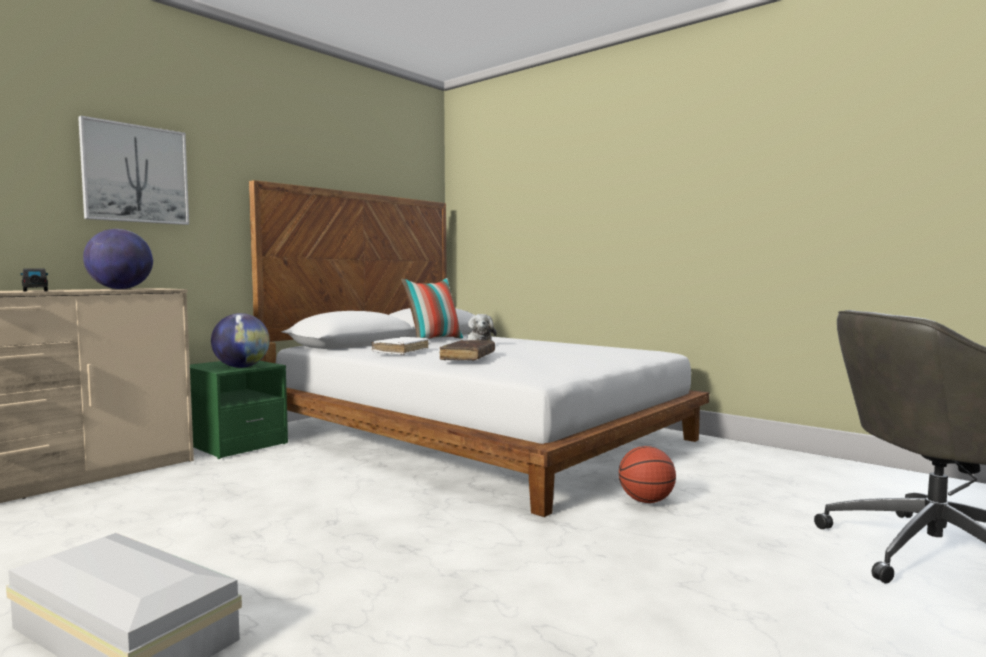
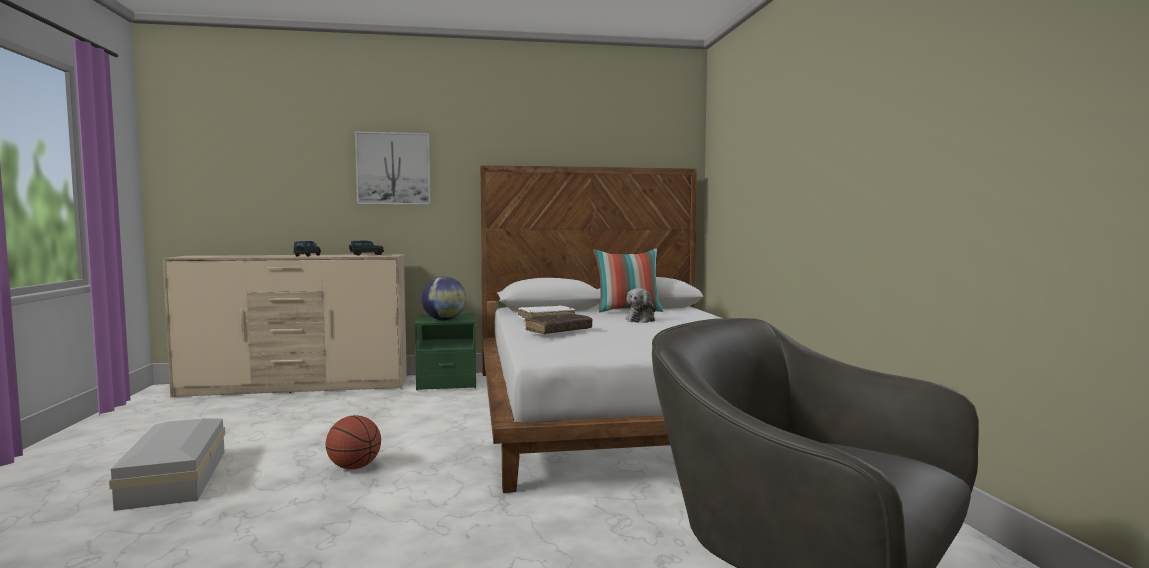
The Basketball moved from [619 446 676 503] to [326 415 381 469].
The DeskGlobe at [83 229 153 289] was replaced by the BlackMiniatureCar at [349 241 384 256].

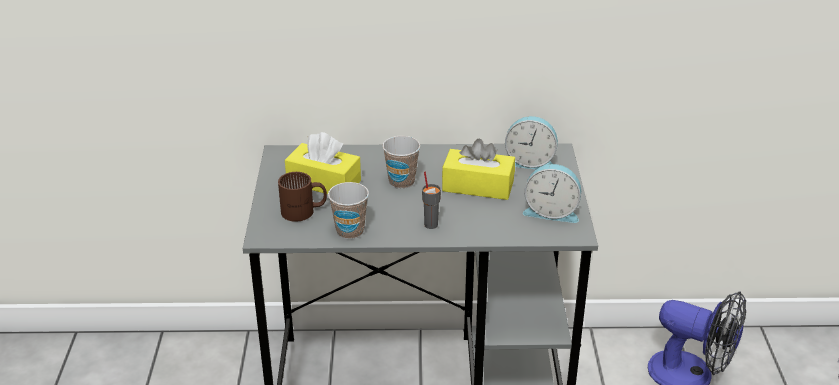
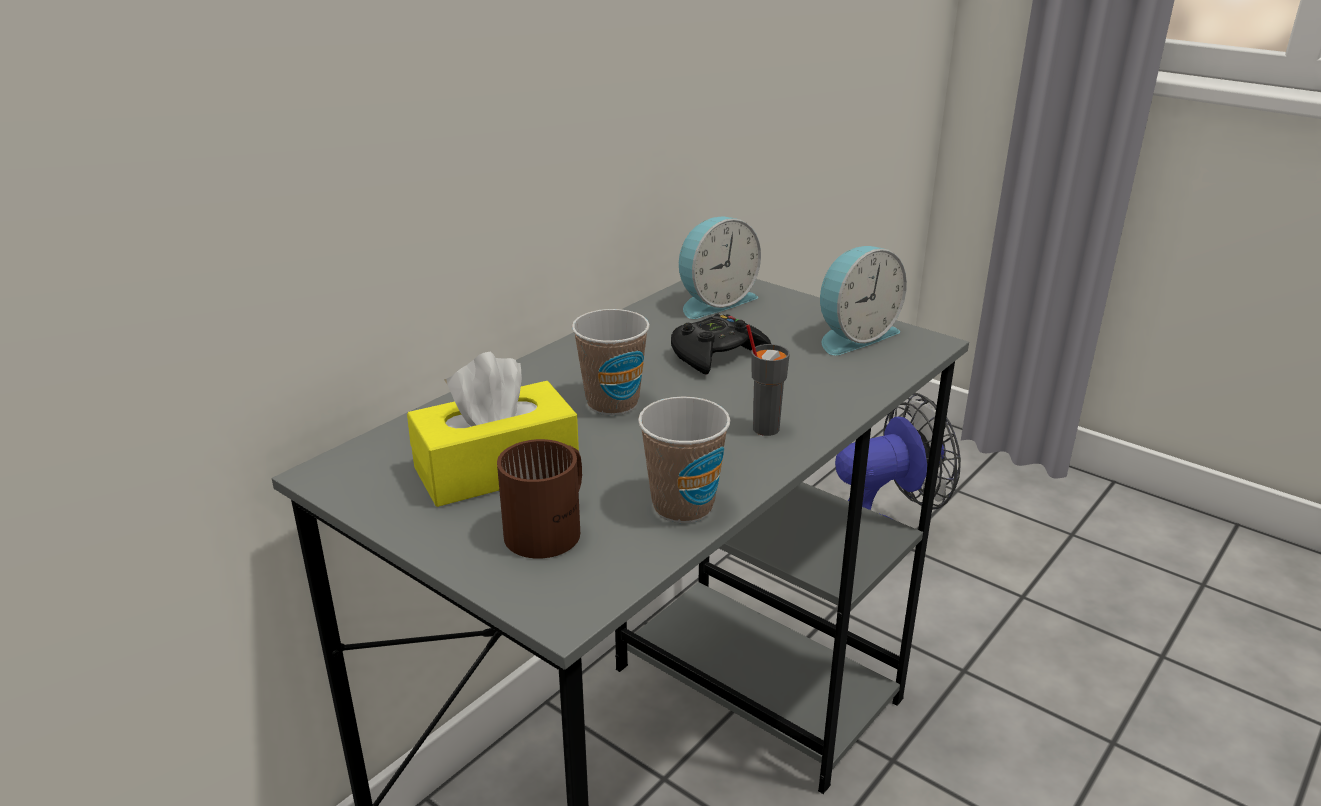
The YellowTissueBox at [442 138 515 200] was replaced by the BlackGamepad at [671 313 771 374].

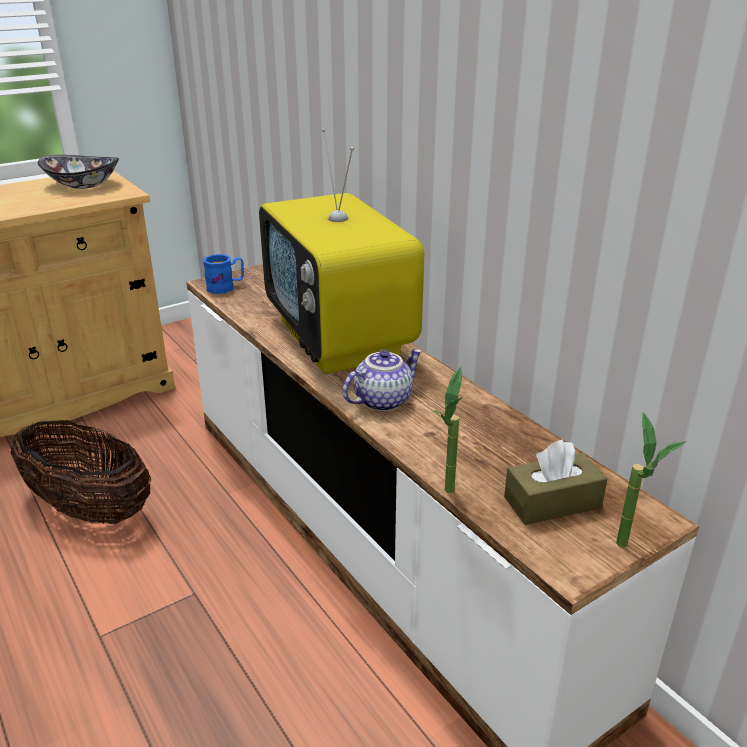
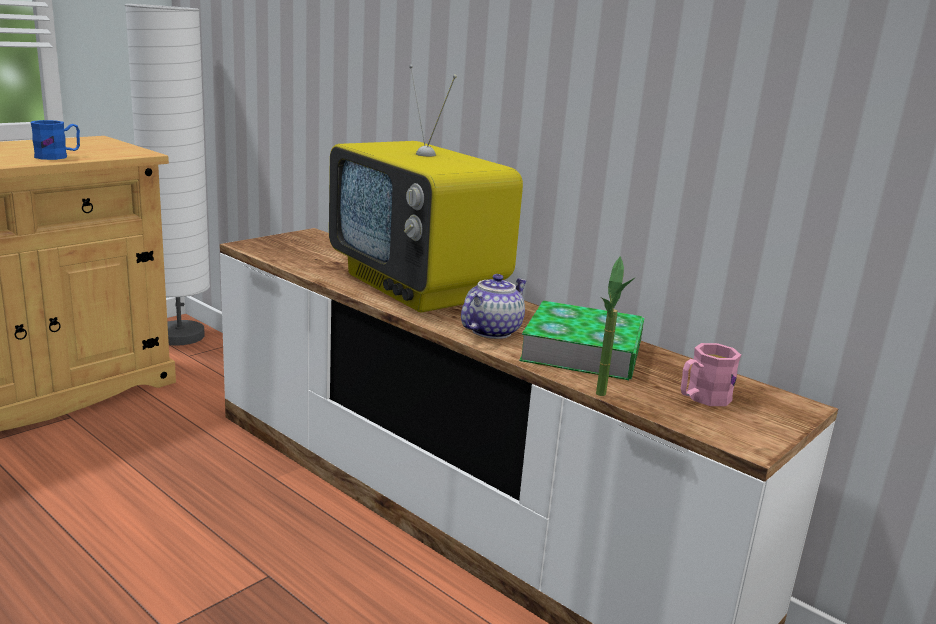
The BlueTeaMug moved from [203 254 244 294] to [31 120 80 160].
The WhiteColouredStandardLamp at [125 4 210 346] appeared.
The Book at [519 301 644 380] appeared.
The BrownColouredTissueBox at [504 439 608 525] was replaced by the PinkTeaMug at [681 343 741 406].
The Basket at [10 420 151 524] disappeared.
The DeepDish at [38 155 119 189] disappeared.
The Houseplant at [616 412 686 548] disappeared.

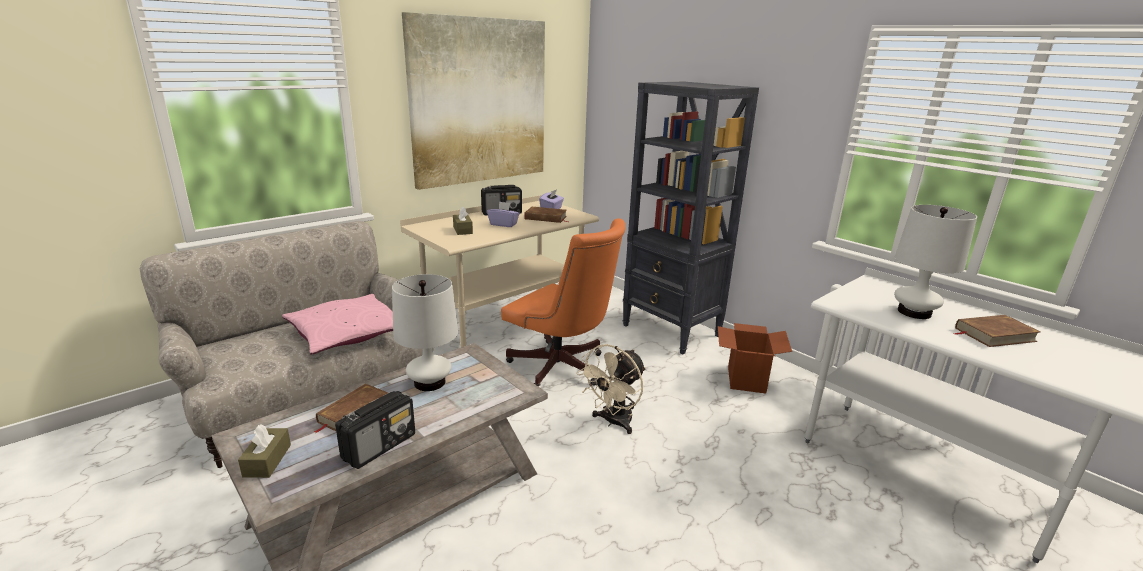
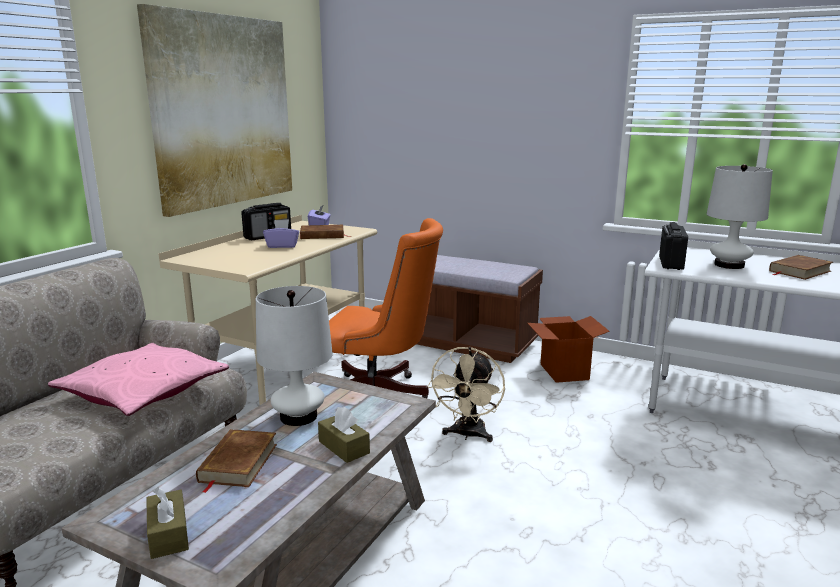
The BrownColouredTissueBox moved from [453 207 473 235] to [318 407 370 463].
The BlackShelvingUnit at [623 82 759 354] was replaced by the BrownColouredBench at [417 255 543 363].
The RadioReceiver moved from [335 391 415 469] to [659 222 688 270].

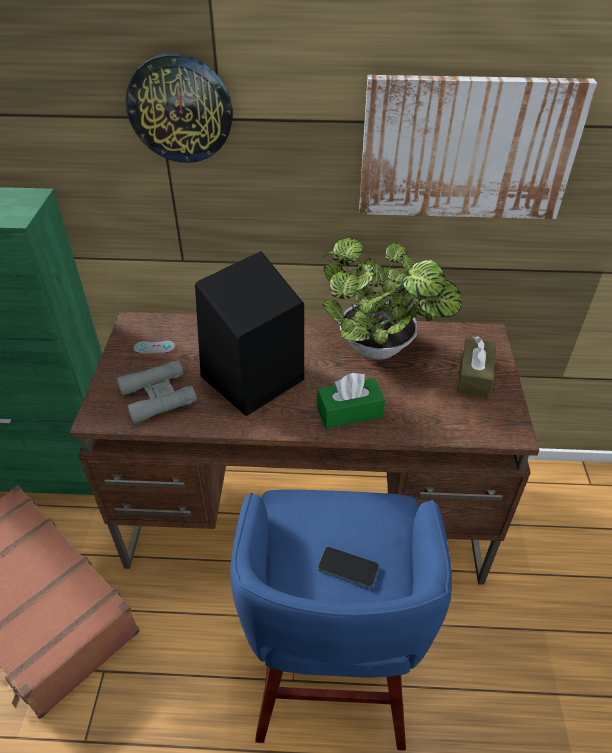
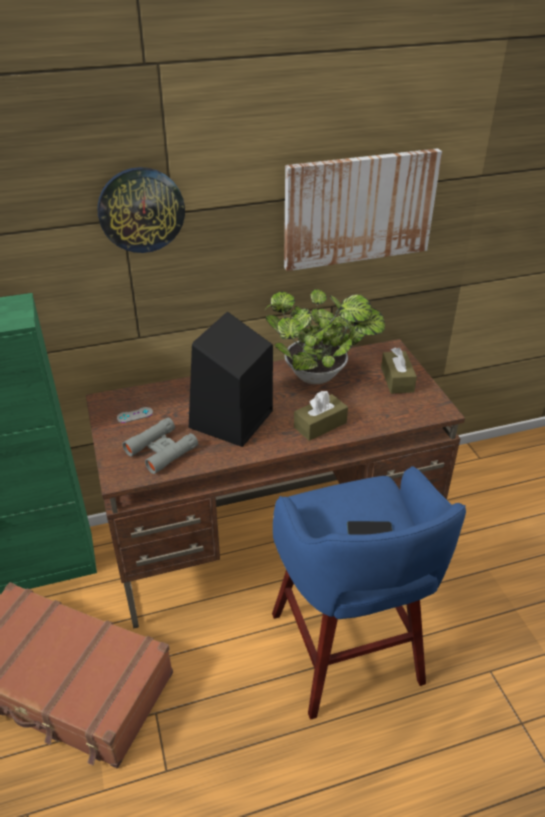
The GreenishTissueBox at [317 373 385 429] became the BrownColouredTissueBox at [294 391 348 441].

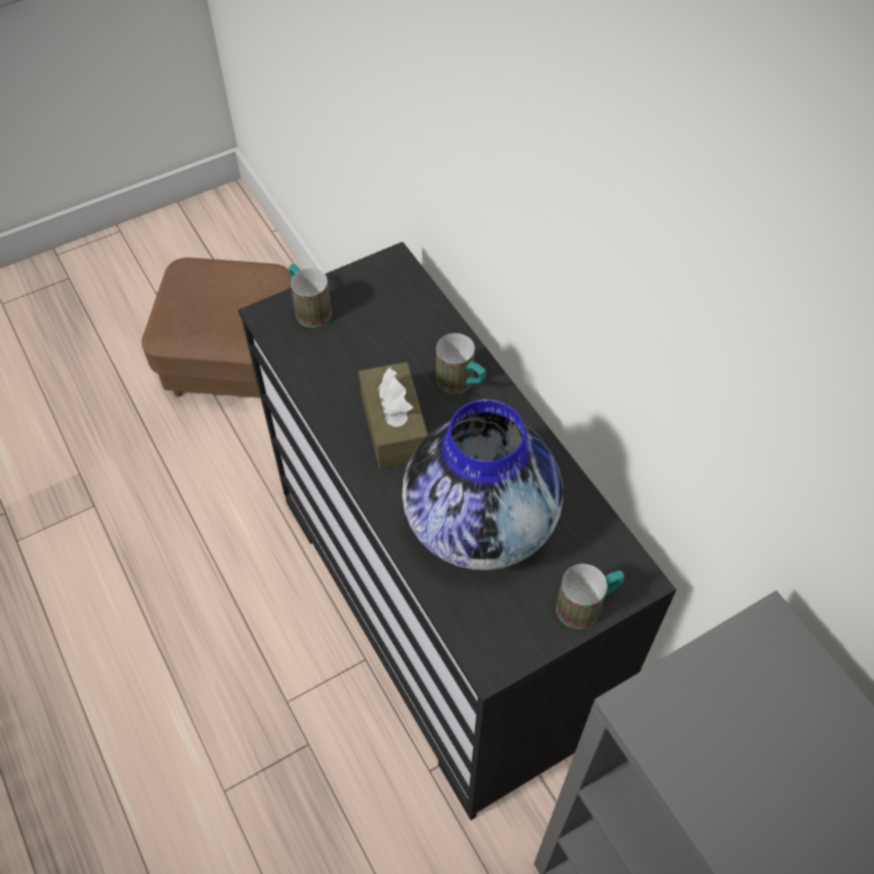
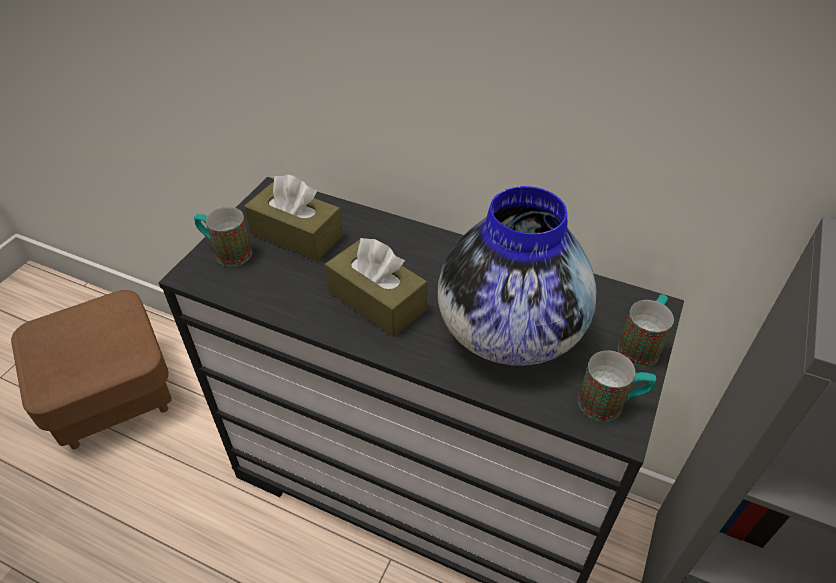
The BrownColouredTissueBox at [244 174 343 261] appeared.
The TeaMug moved from [436 333 486 394] to [578 350 656 422].

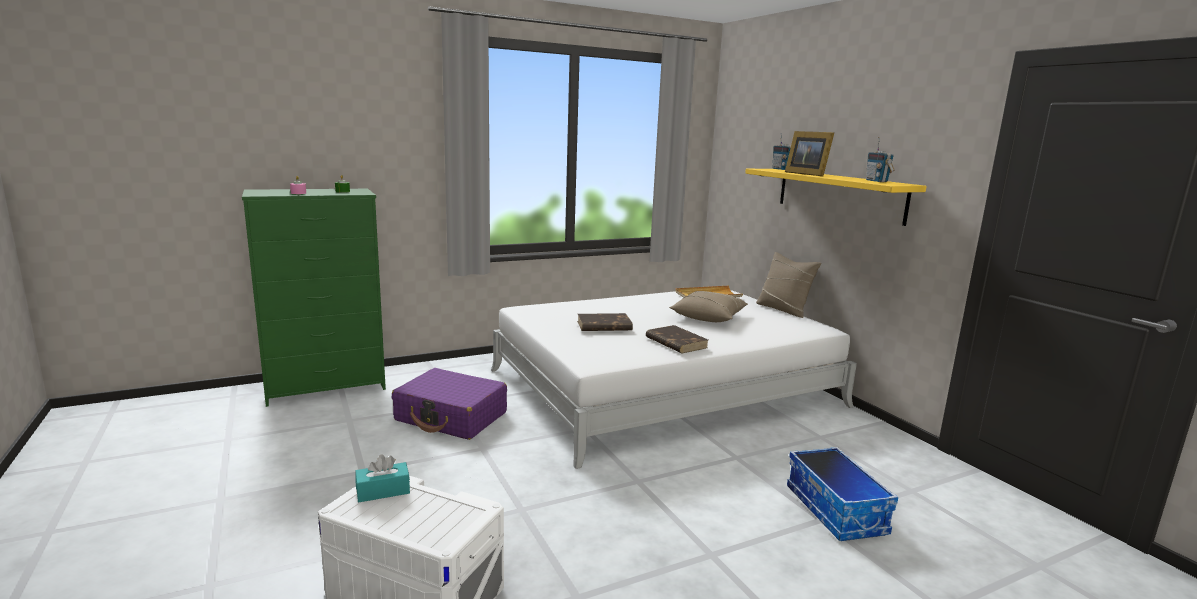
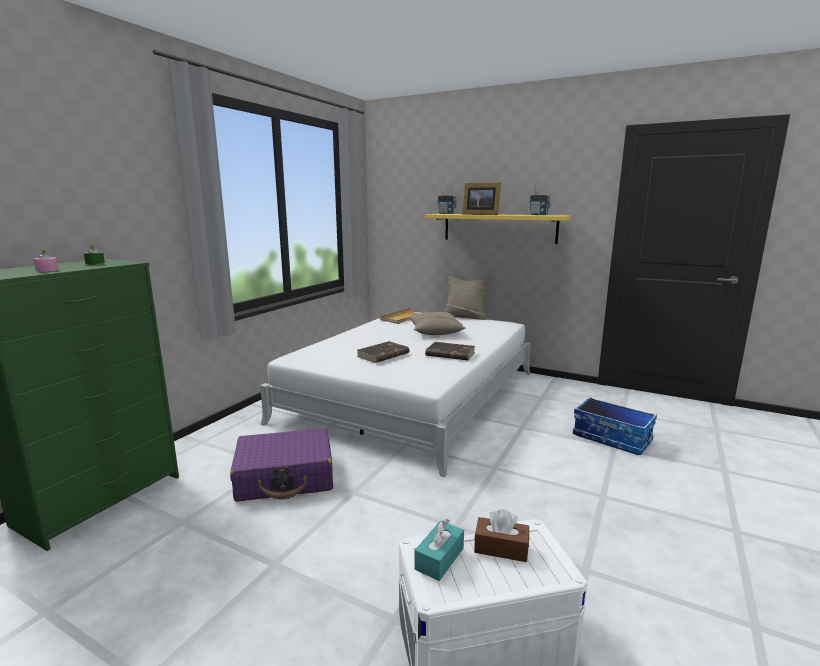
The BrownColouredTissueBox at [474 509 529 562] appeared.

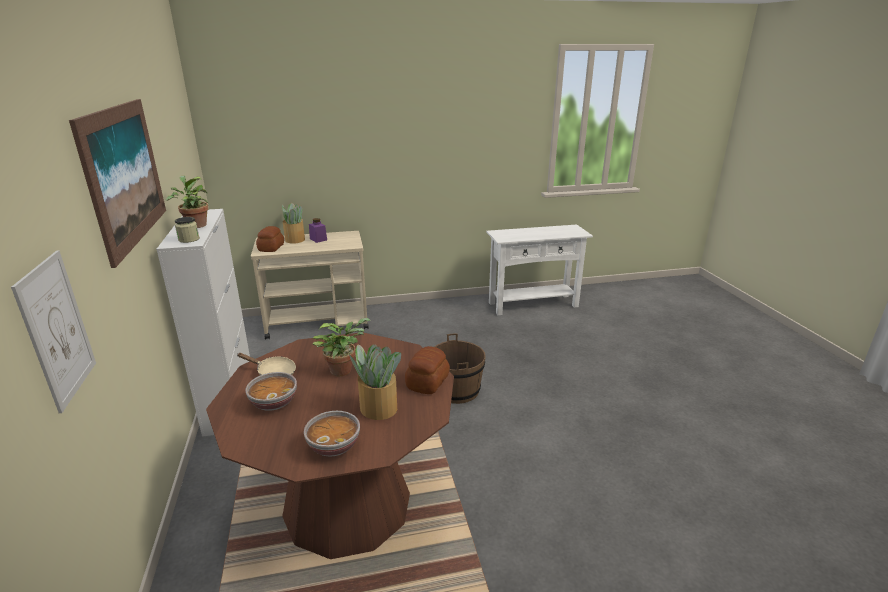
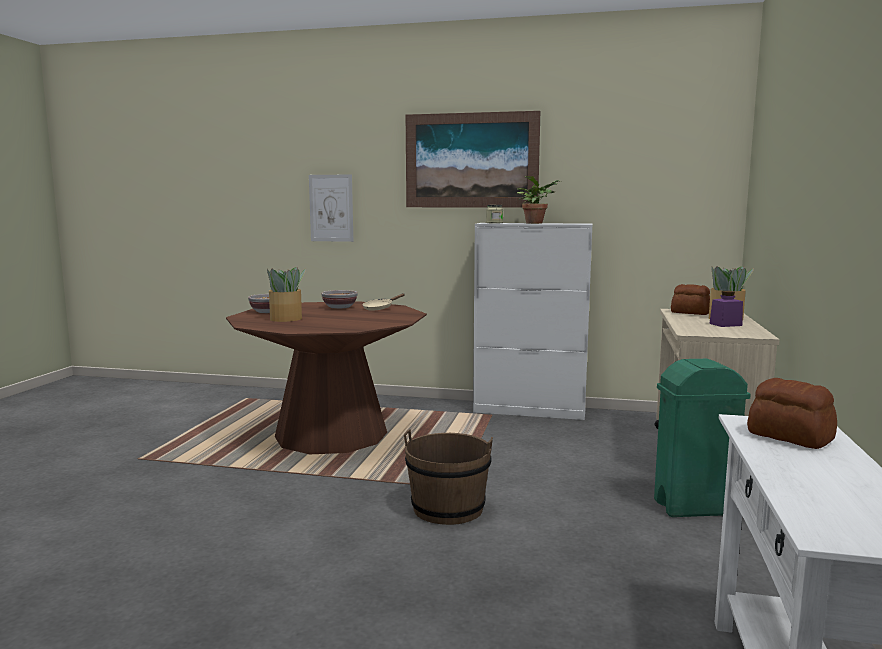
The GreenishTrashCan at [654 359 751 517] appeared.
The Bread moved from [405 346 450 394] to [747 378 837 449].
The Houseplant at [312 318 371 376] disappeared.

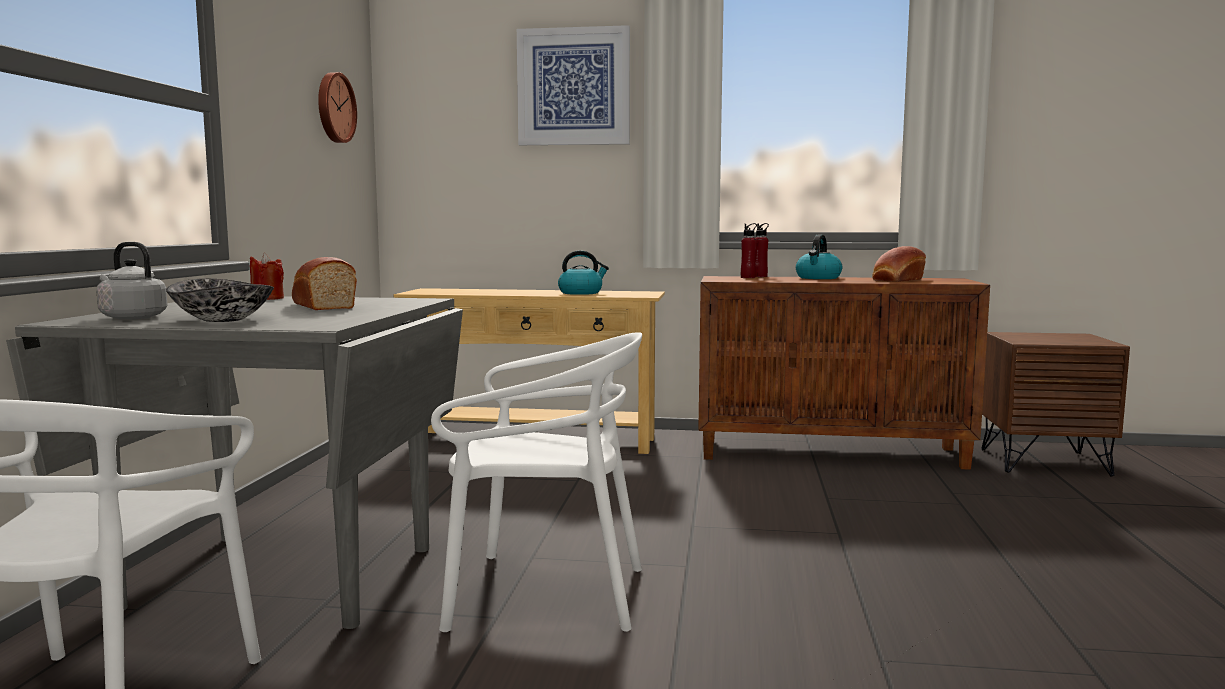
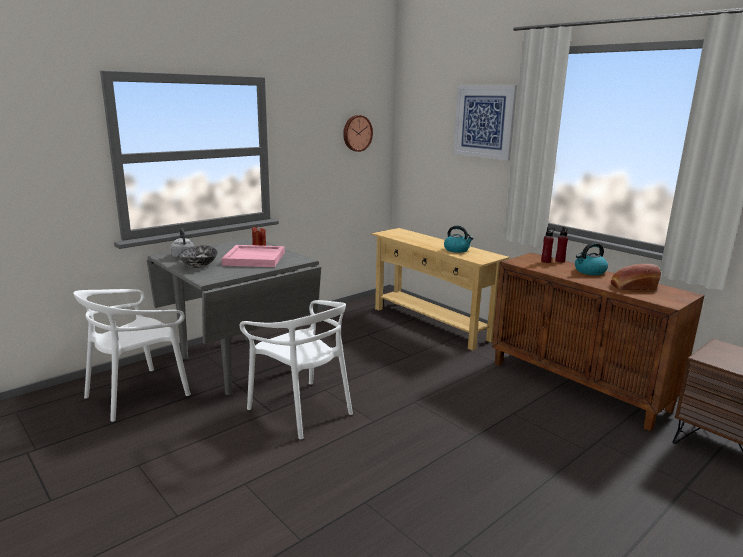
The Bread at [292 257 357 310] was replaced by the PinkCarryingTray at [222 245 285 267].

